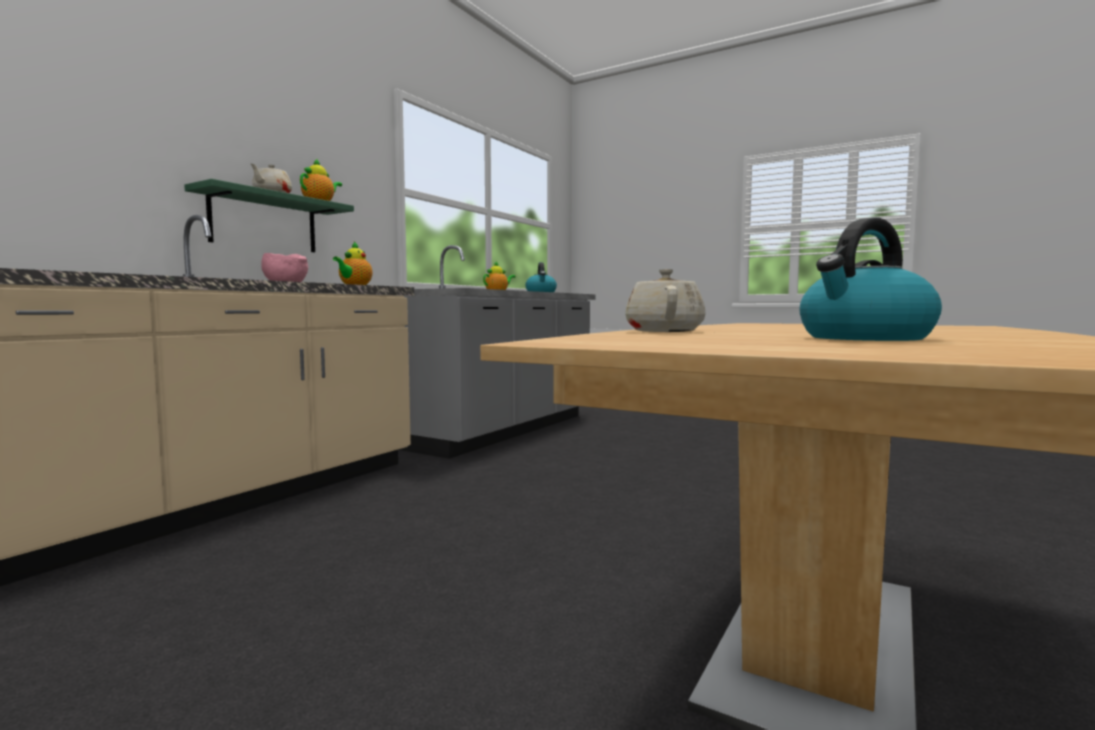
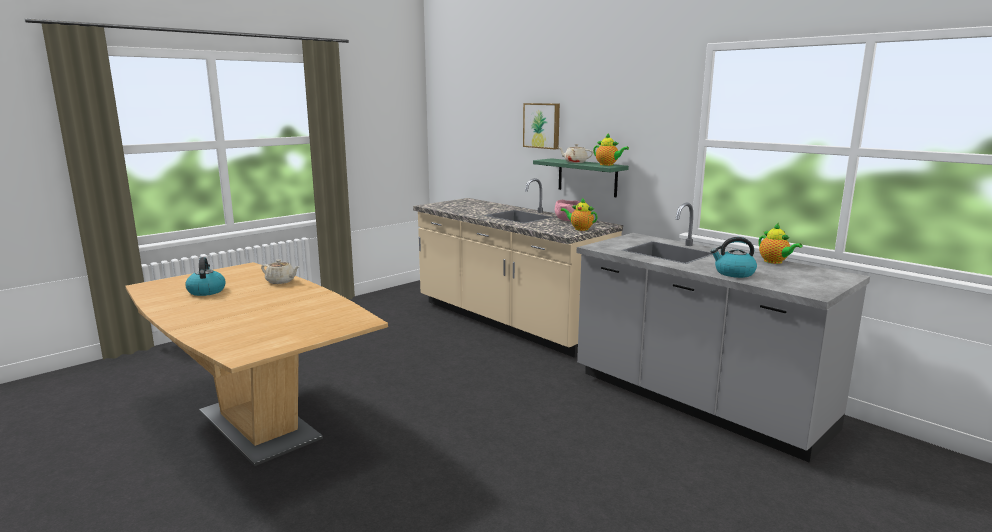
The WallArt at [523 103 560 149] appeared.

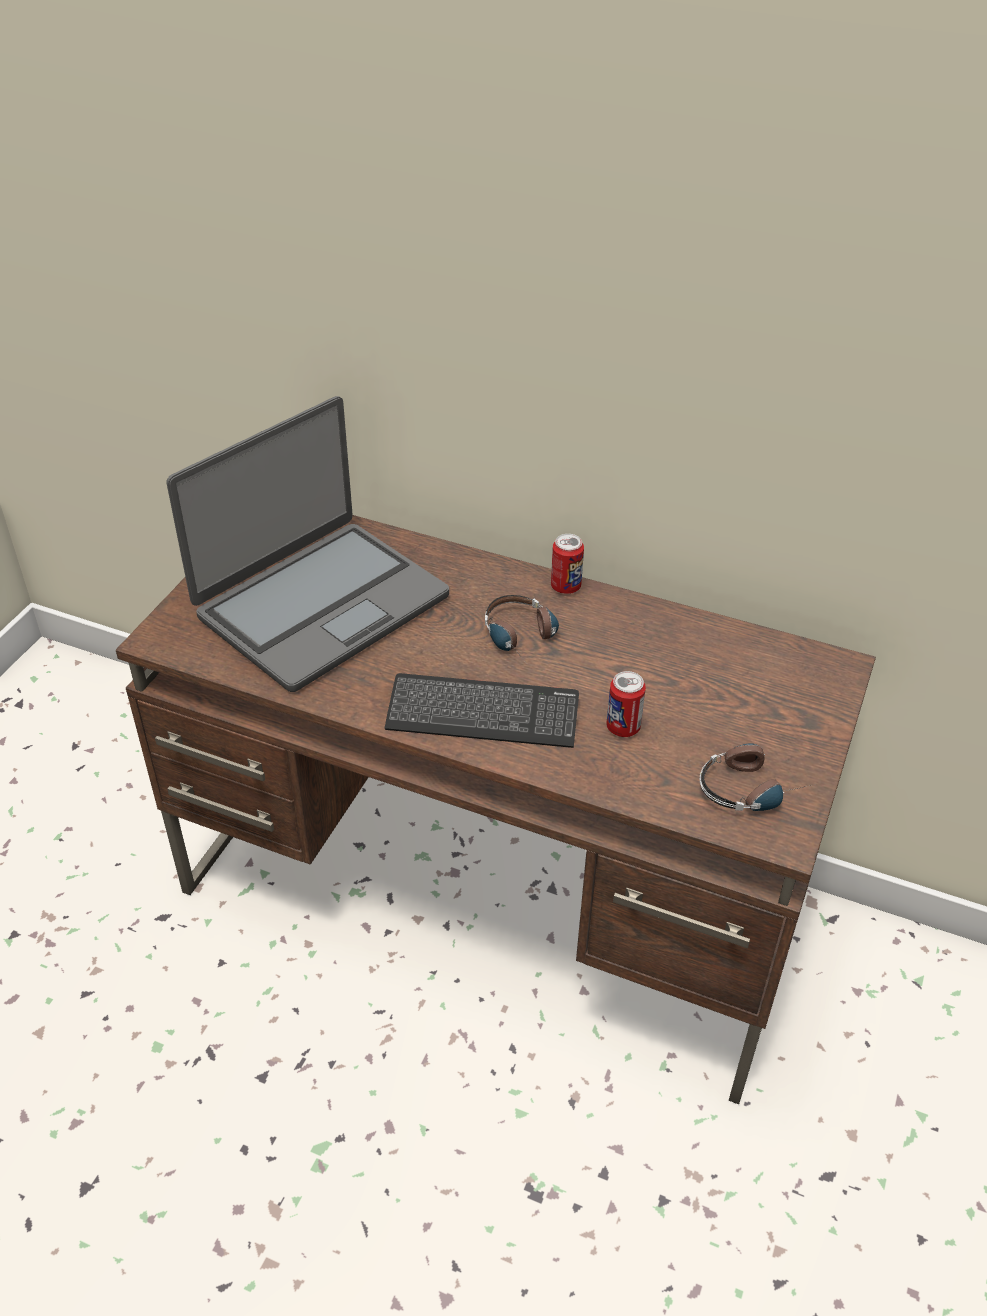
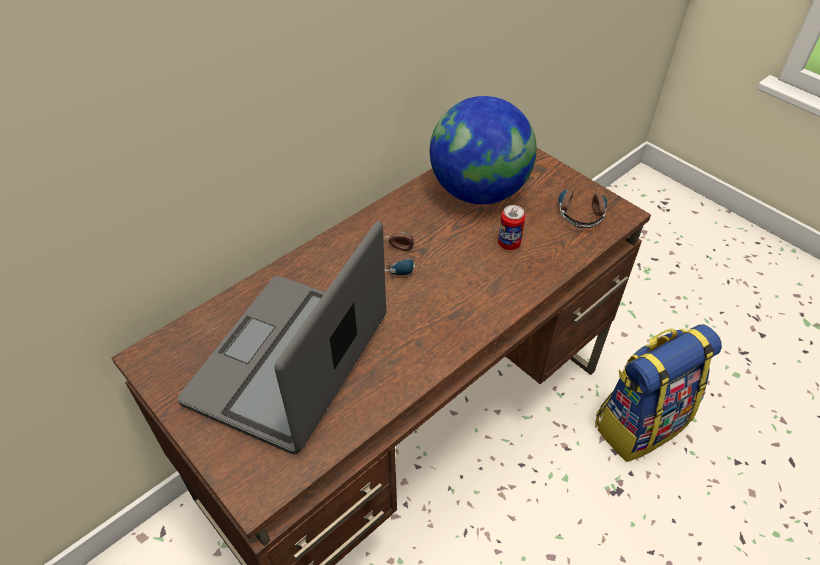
The PortableComputer at [166 396 449 692] turned 135 degrees counterclockwise.
The DeskGlobe at [430 96 537 205] appeared.
The Knapsack at [595 324 722 462] appeared.
The PcKeyboard at [385 673 579 748] disappeared.
The SealedCan at [551 534 584 594] disappeared.

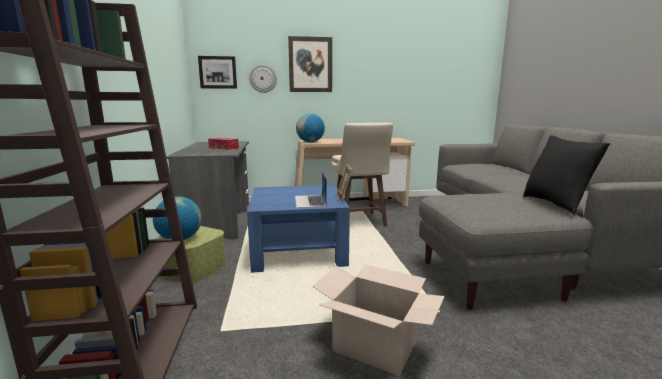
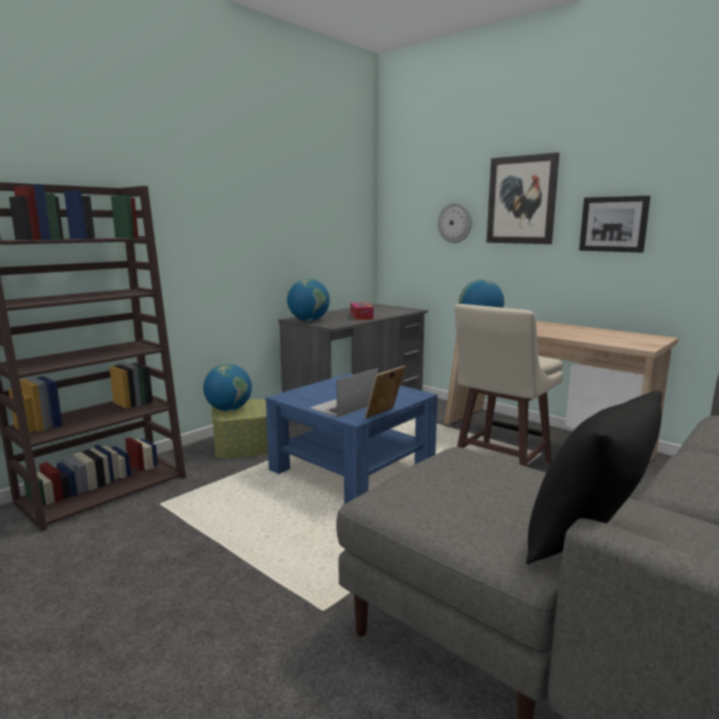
The DeskGlobe at [287 279 330 321] appeared.
The WallArt moved from [198 56 237 89] to [579 196 651 252].
The Carton at [312 264 445 376] disappeared.

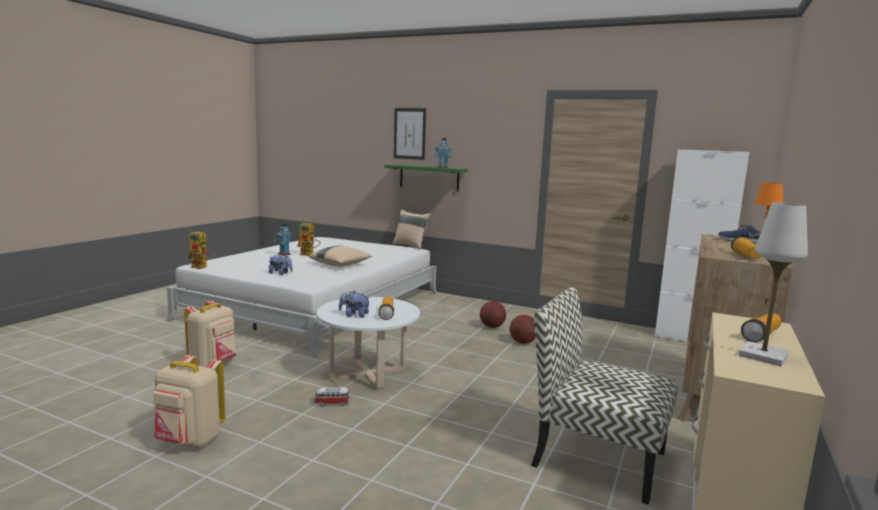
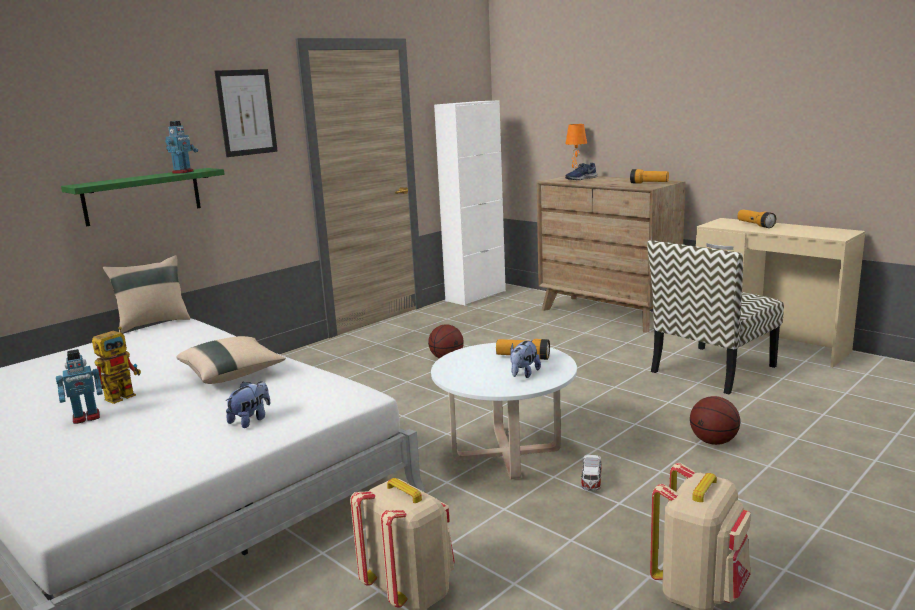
The WallArt moved from [394 108 426 160] to [214 69 278 157].
The Basketball moved from [480 301 506 328] to [690 396 740 445].
The RobotFigure at [188 231 215 269] disappeared.
The WhiteColouredTabletopLamp at [739 203 808 366] disappeared.

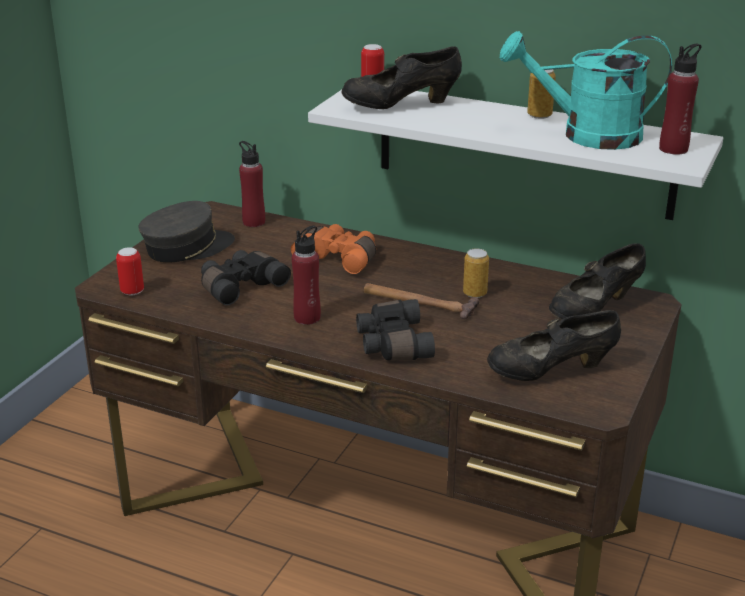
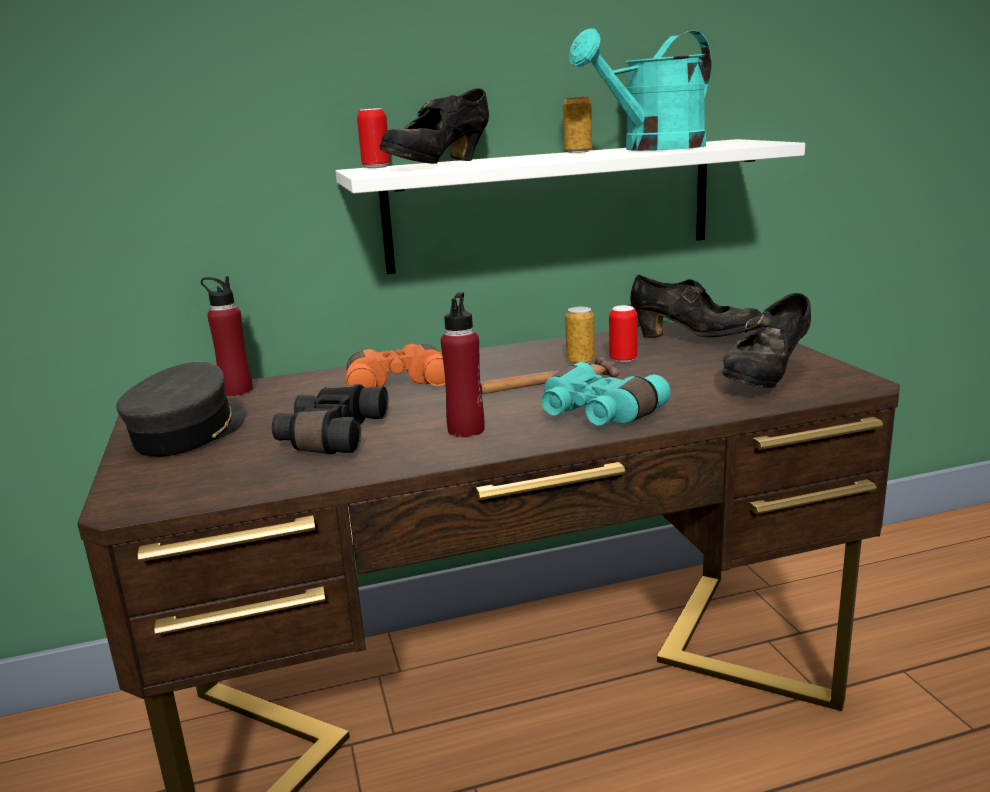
The BlackFieldGlasses at [356 299 435 360] became the BlueGreenFieldGlasses at [541 362 671 426].
The SealedCan moved from [116 247 144 296] to [609 305 637 363].
The BlackItemOfFootwear at [549 243 646 319] turned 75 degrees counterclockwise.
The RedBeverageBottle at [659 44 701 155] disappeared.

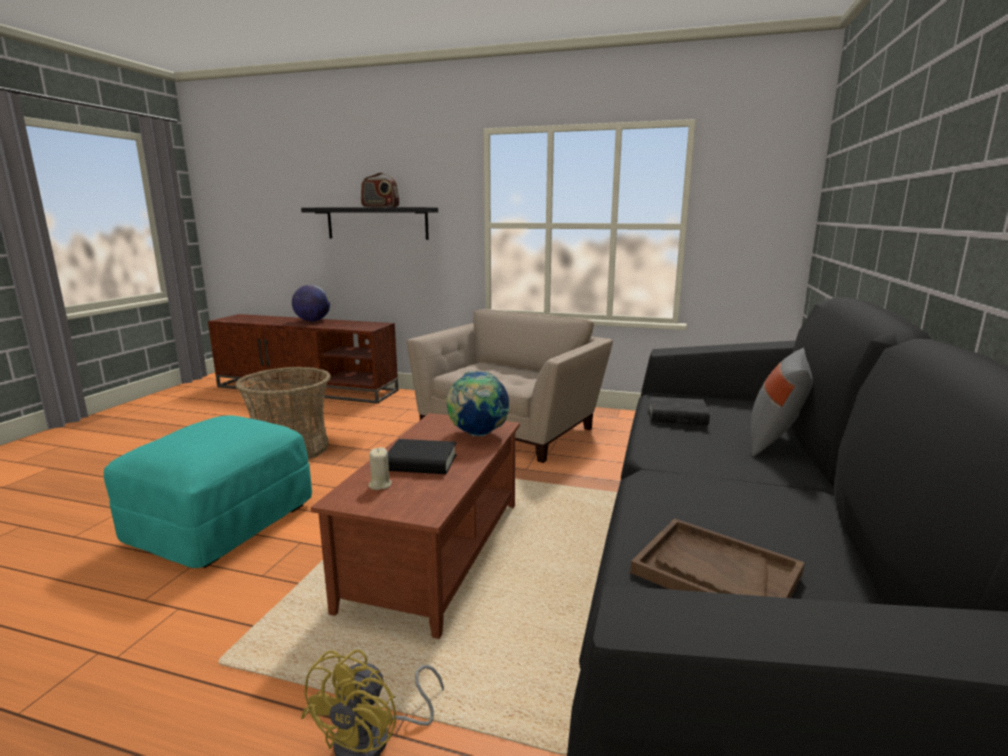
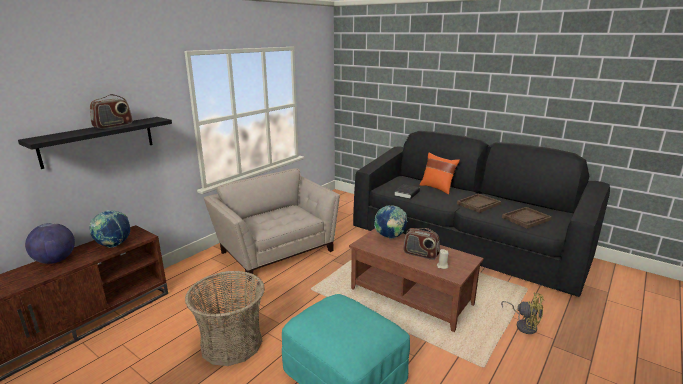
The DeskGlobe at [89 210 130 248] appeared.
The BlackBook at [388 439 457 474] was replaced by the RadioReceiver at [403 228 440 260].
The GreyCushion at [751 348 813 457] became the OrangeColouredCushion at [420 153 460 195].
The BrownColouredCarryingTray at [457 194 501 213] appeared.

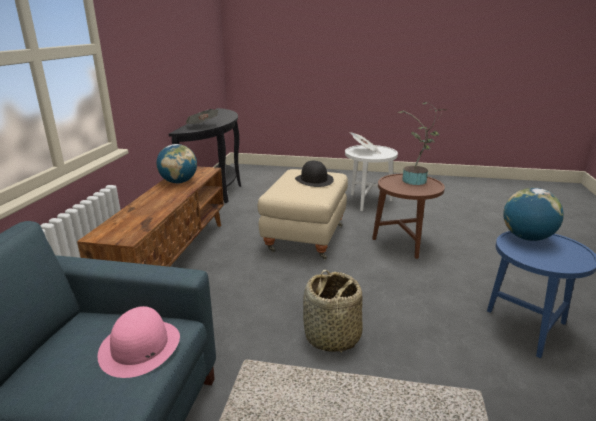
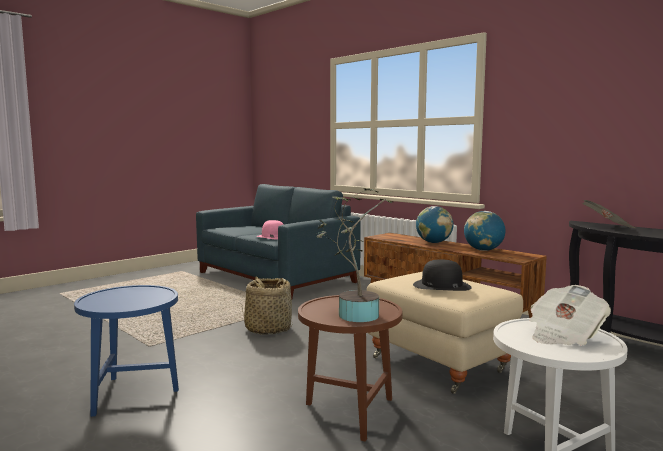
The DeskGlobe moved from [503 188 564 241] to [416 206 453 243].

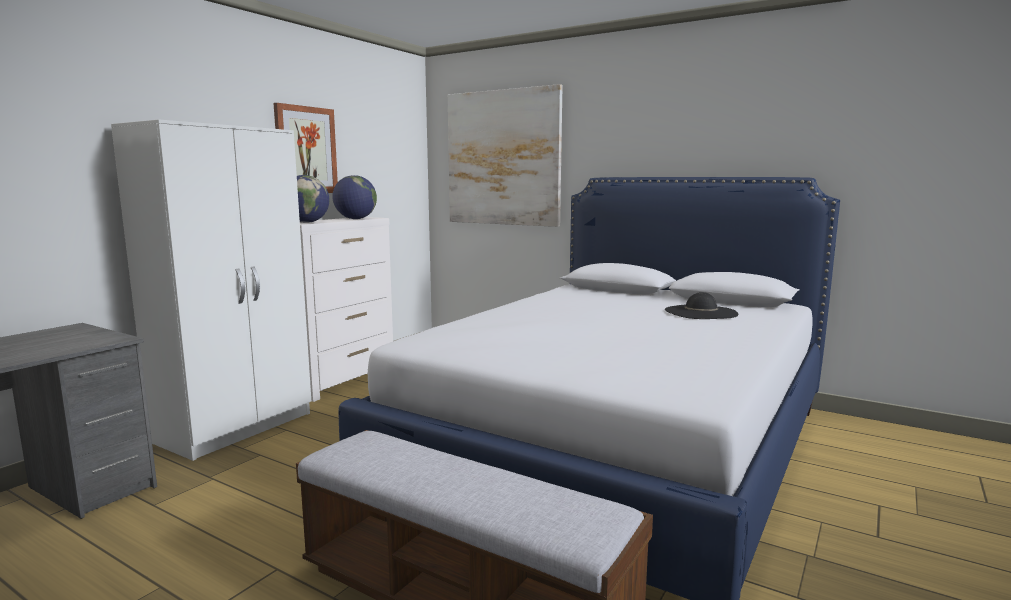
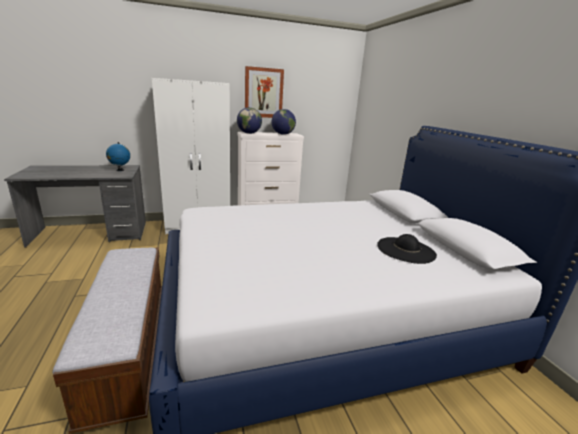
The DeskGlobe at [106 142 130 171] appeared.
The WallArt at [448 84 563 227] disappeared.

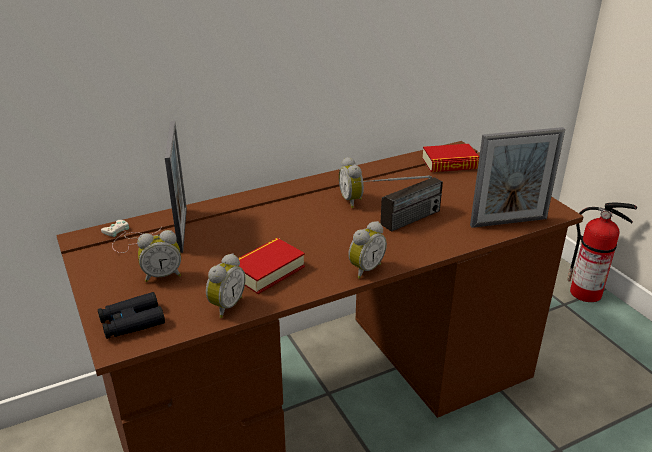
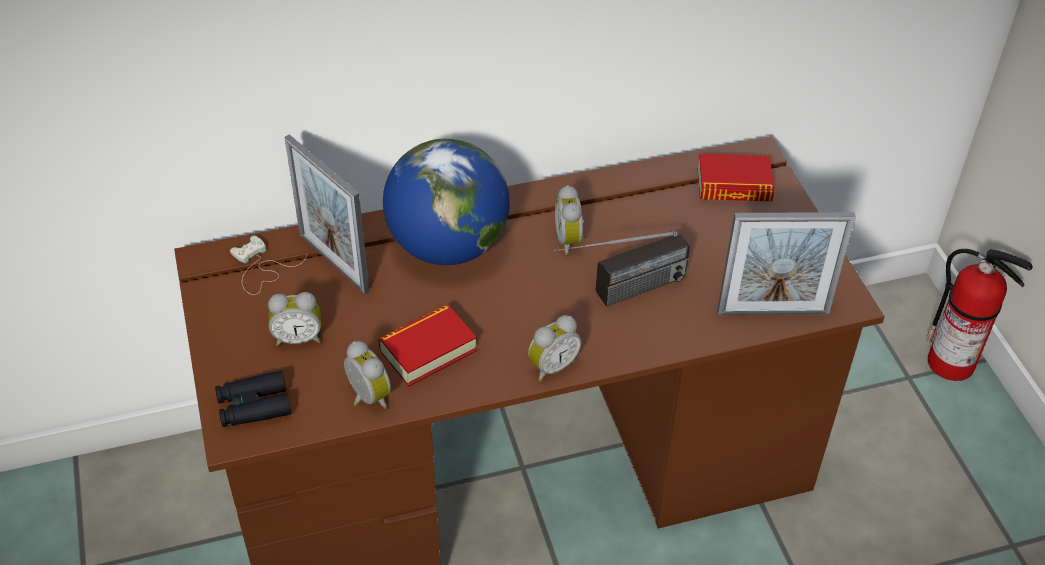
The StandingFrame at [165 121 187 253] turned 135 degrees clockwise.
The TableClock at [206 253 245 318] turned 75 degrees counterclockwise.
The DeskGlobe at [383 138 510 265] appeared.

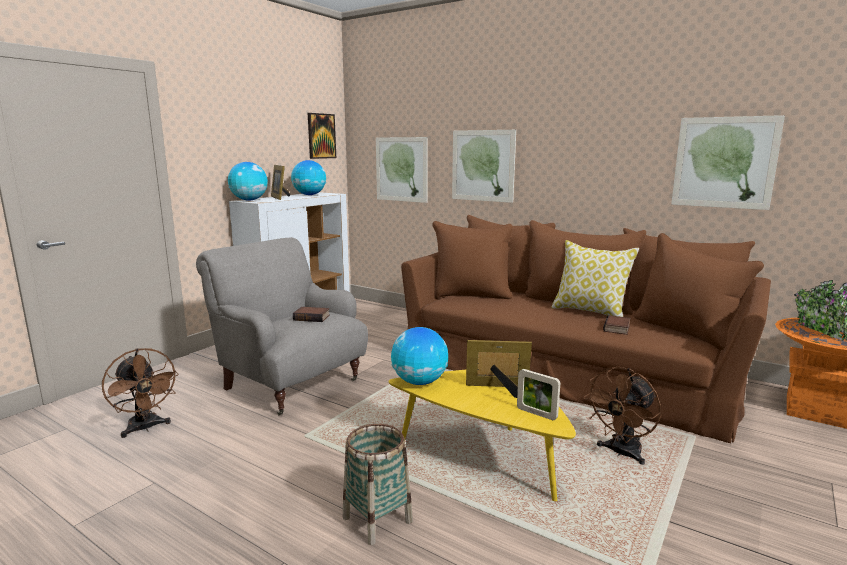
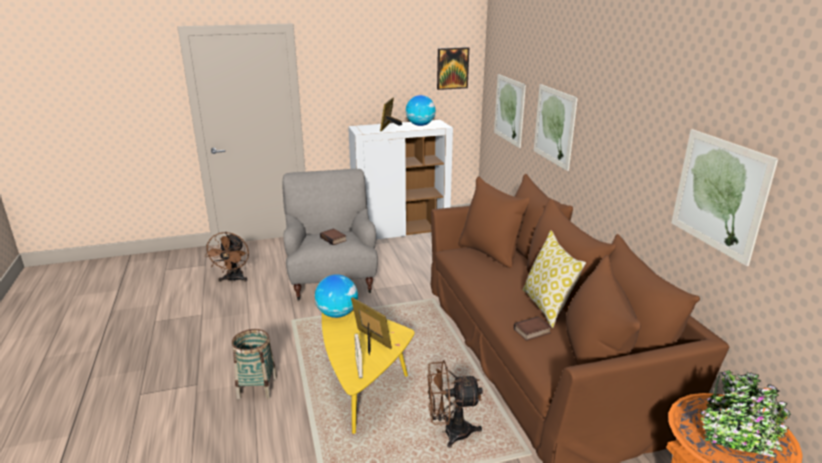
The DeskGlobe at [228 162 268 200] disappeared.

